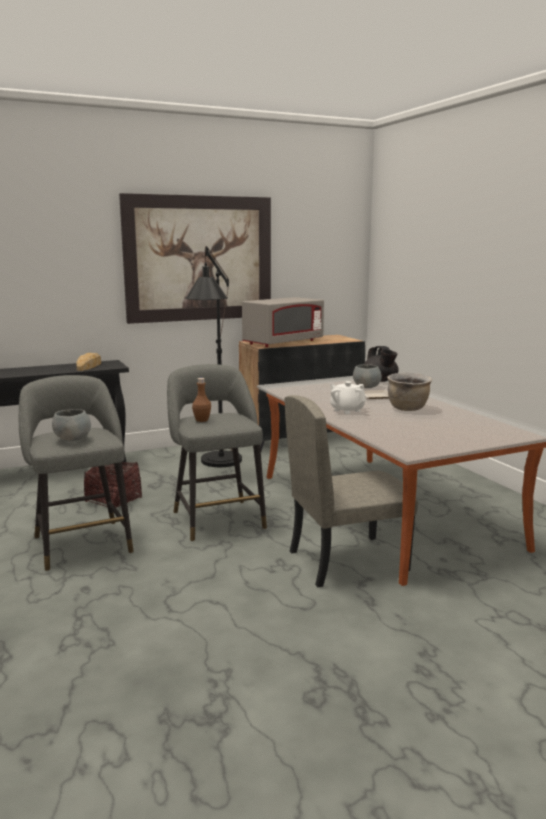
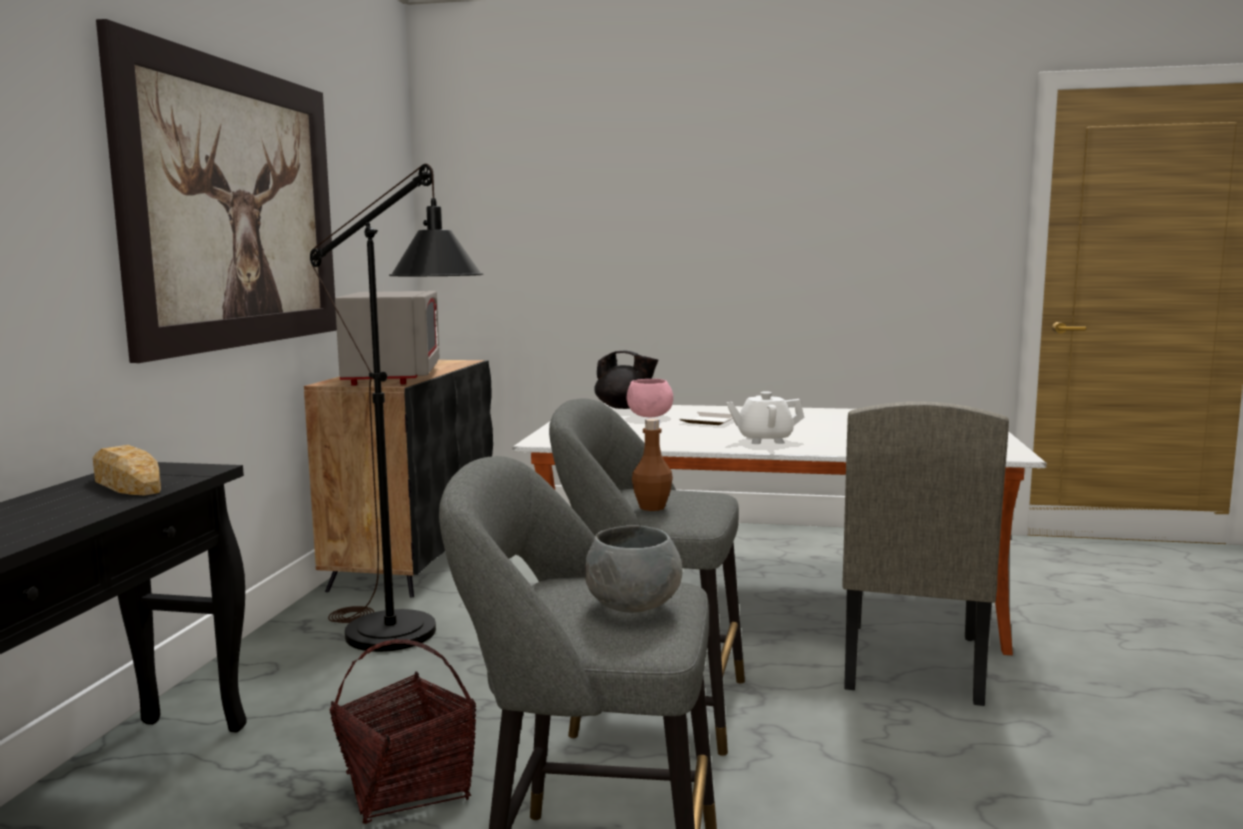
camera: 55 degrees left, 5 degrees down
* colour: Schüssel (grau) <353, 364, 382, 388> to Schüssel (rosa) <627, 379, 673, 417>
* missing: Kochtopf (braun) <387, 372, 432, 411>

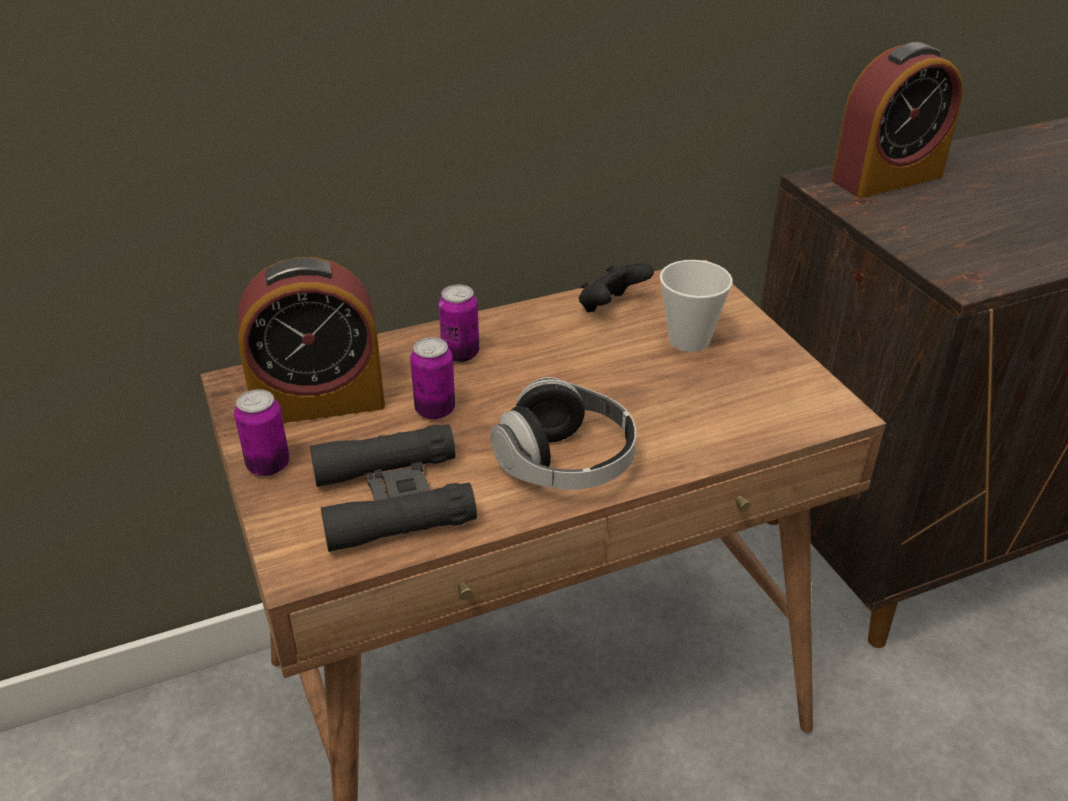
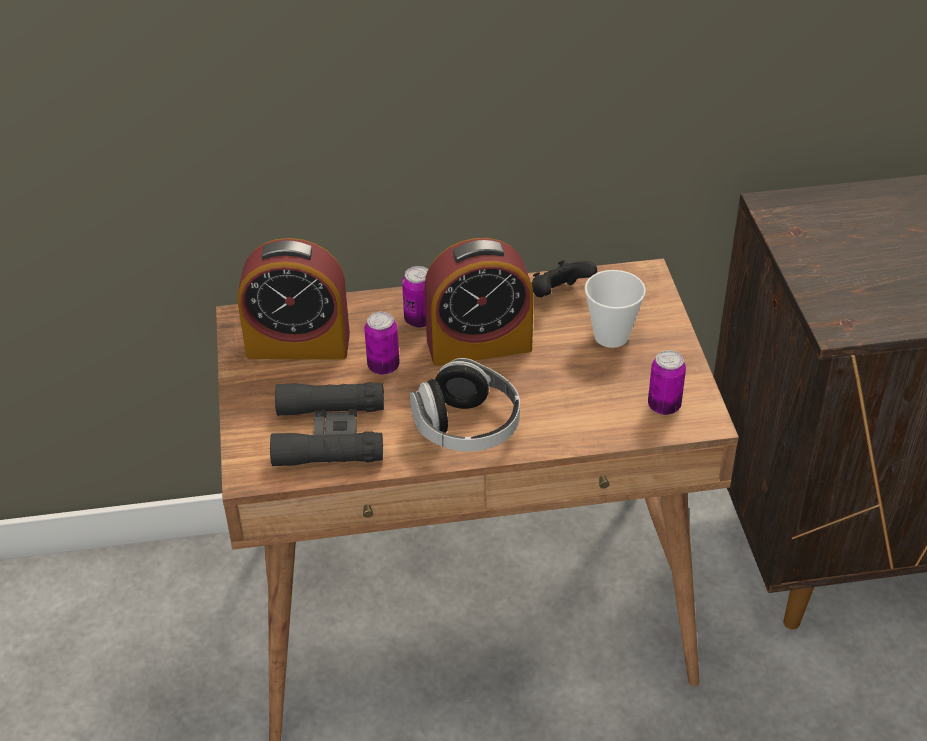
camera: 15 degrees right, 5 degrees up
* relocated: Wecker <831, 42, 963, 198> to <425, 238, 534, 366>
* relocated: Dose <234, 389, 290, 476> to <648, 350, 686, 415>

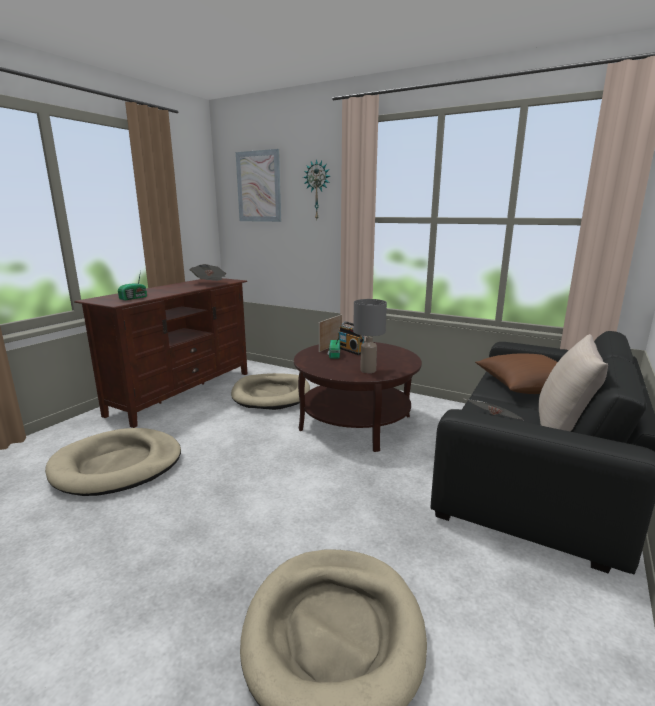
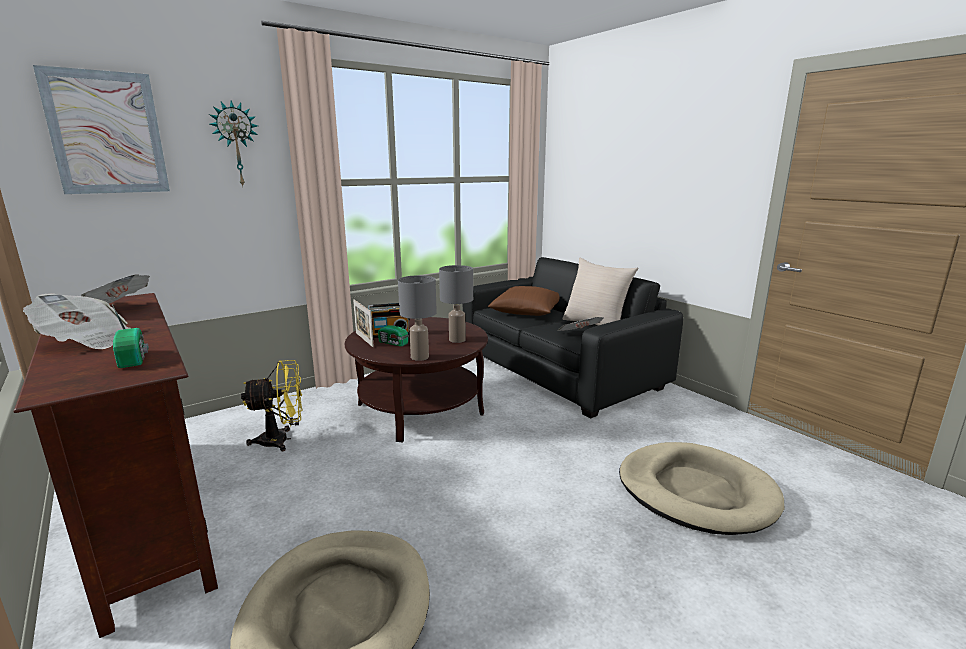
camera: 65 degrees left, 0 degrees up
* appeared: Zeitung <23, 293, 131, 349>
* exchanged: Hundebett (beige) <231, 373, 310, 410> to Ventilator (gelb) <241, 360, 302, 451>
* appeared: Tischlampe (grau) <398, 275, 437, 361>

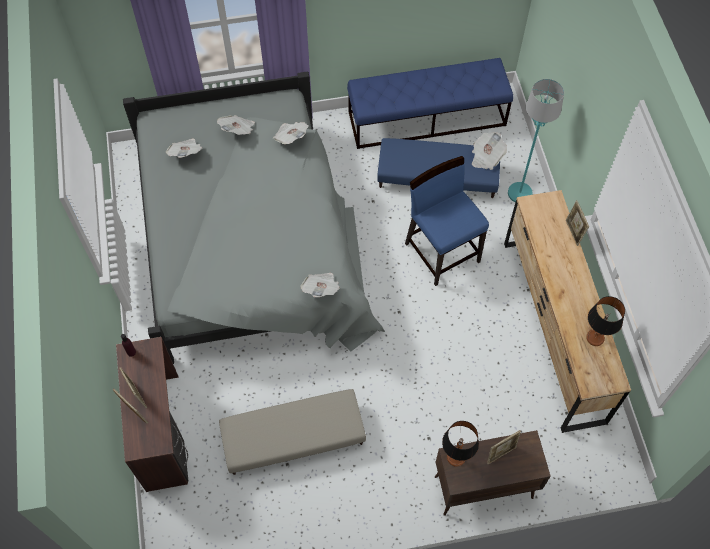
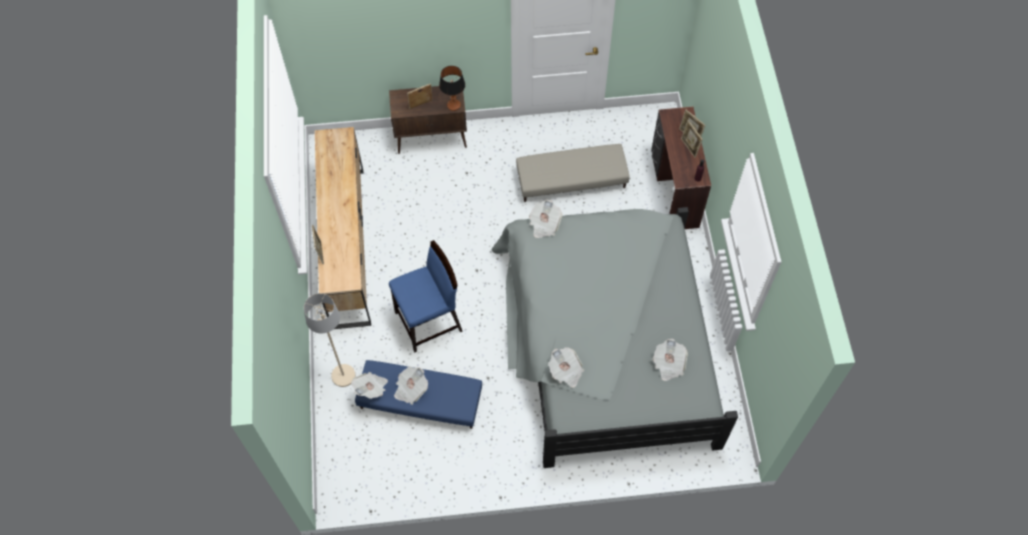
camera: 175 degrees left, 0 degrees up
* colour: Stehlampe (türkis) <508, 79, 564, 202> to Stehlampe (beige) <304, 293, 355, 387>
* spun: Stuhl (blau) <405, 156, 489, 286> = <389, 240, 463, 352> 90 degrees counterclockwise
* relocated: Zeitung <217, 115, 255, 135> to <394, 366, 428, 405>
* missing: Bank (blau) <347, 58, 513, 149>
* missing: Tischlampe <586, 296, 625, 346>

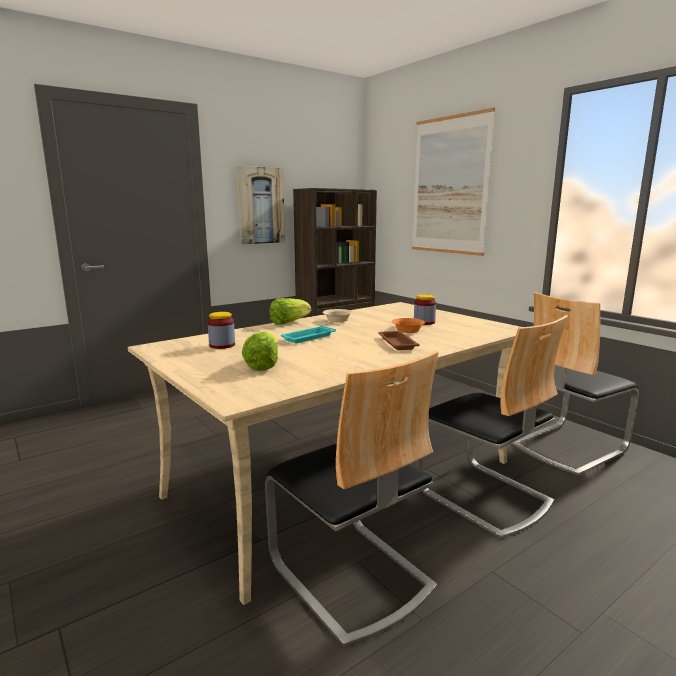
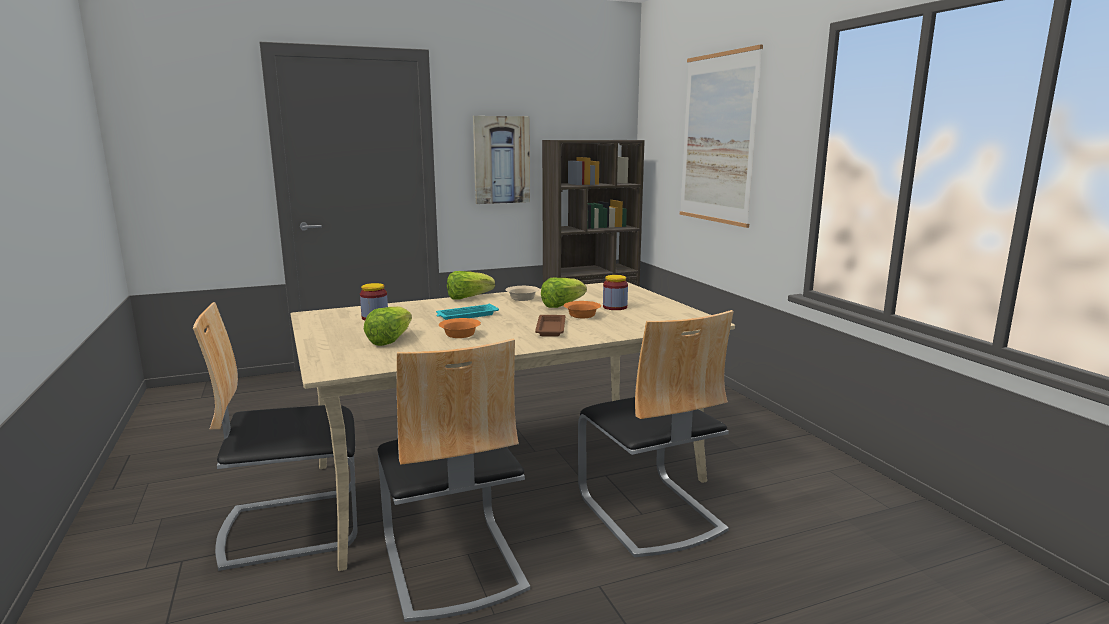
camera: 15 degrees right, 0 degrees up
* relocated: Stuhl <511, 292, 639, 475> to <193, 302, 357, 571>
* appeared: Schüssel (orange) <439, 318, 481, 338>
* appeared: Salatkopf <541, 278, 587, 308>

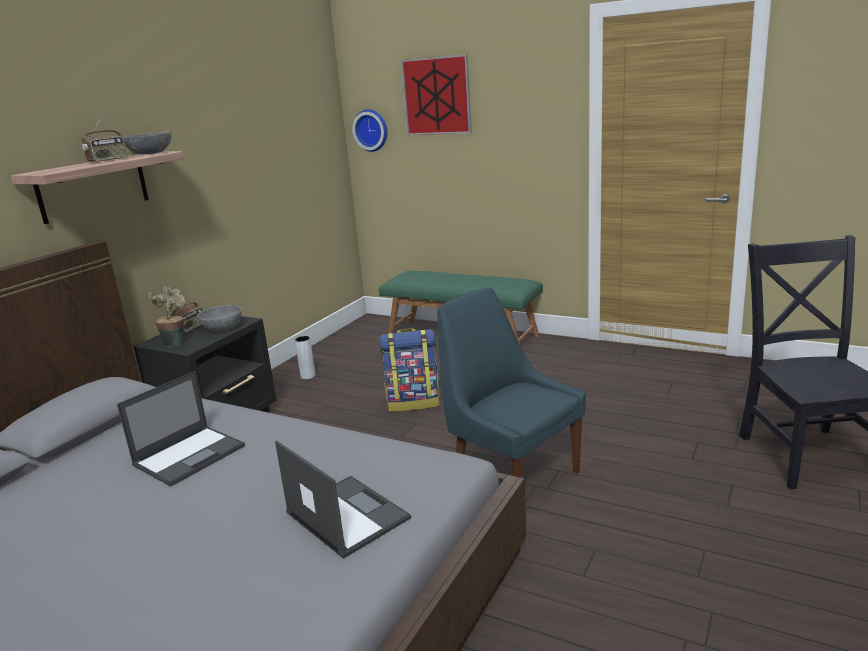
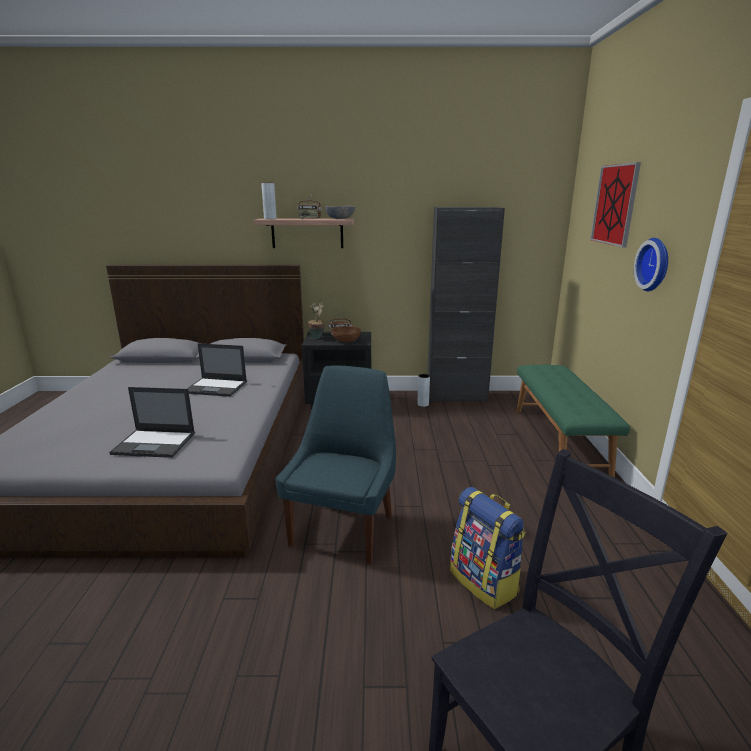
camera: 60 degrees right, 0 degrees up
* spun: Laptop <275, 440, 411, 559> = <109, 387, 195, 458> 75 degrees clockwise
* appeared: Vase (grau) <261, 183, 277, 219>
* colour: Schüssel (grau) <197, 305, 242, 331> to Schüssel (braun) <331, 326, 361, 342>
* appeared: Schrank (schwarz) <428, 207, 505, 402>
* relocated: Rucksack <380, 328, 439, 412> to <450, 487, 525, 609>
* relocated: Wanduhr <352, 109, 387, 152> to <634, 238, 668, 291>

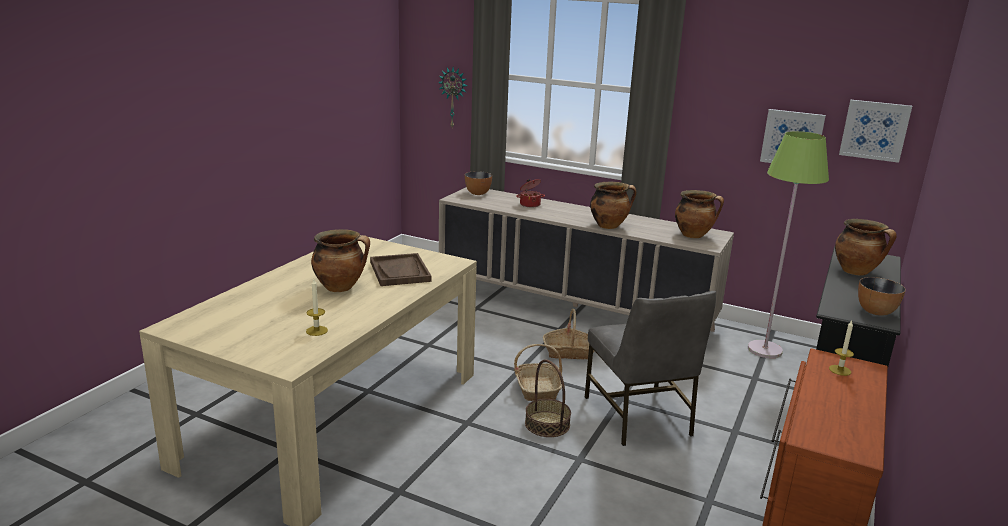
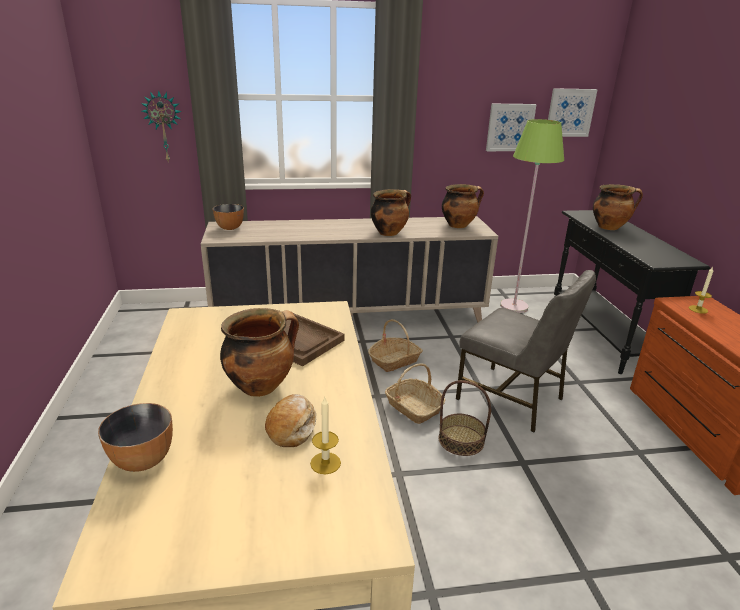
camera: 35 degrees left, 5 degrees up
* relocated: Schüssel <858, 277, 906, 316> to <98, 403, 173, 472>
* appeared: Brot <265, 394, 316, 447>
* missing: Kochtopf <516, 179, 545, 207>

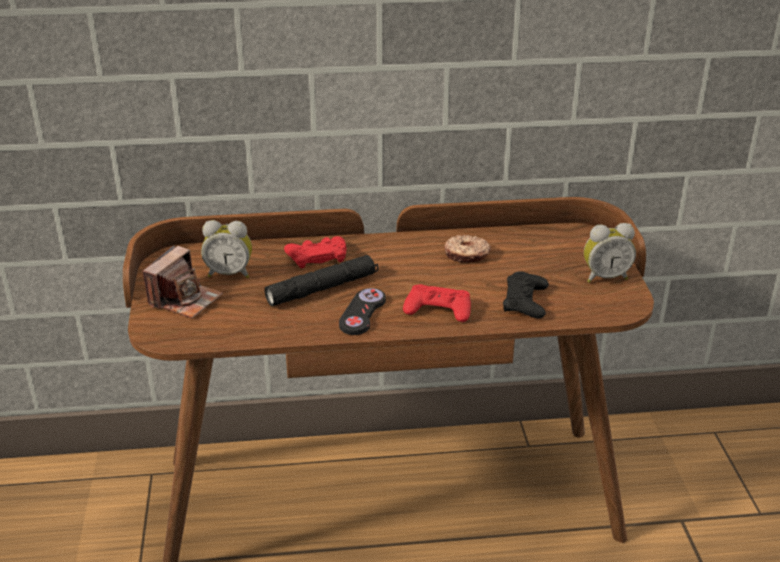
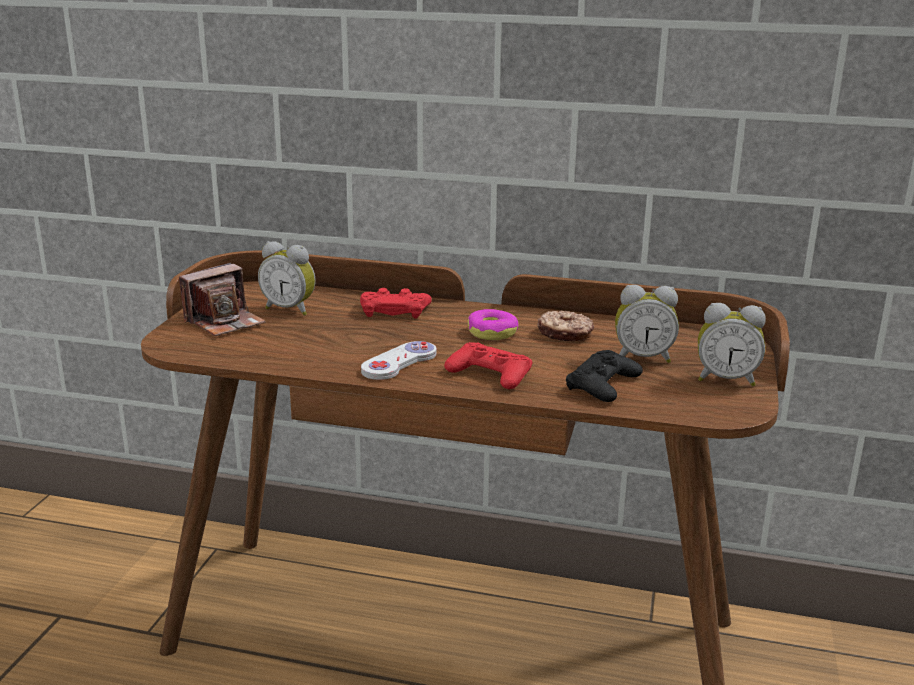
camera: 20 degrees right, 10 degrees down
* colour: Gamepad (schwarz) <339, 288, 386, 335> to Gamepad (weiß) <361, 341, 437, 380>
* appeared: Donut <468, 309, 519, 340>
* appeared: Wecker <615, 285, 679, 363>
* missing: Taschenlampe (schwarz) <265, 255, 379, 306>

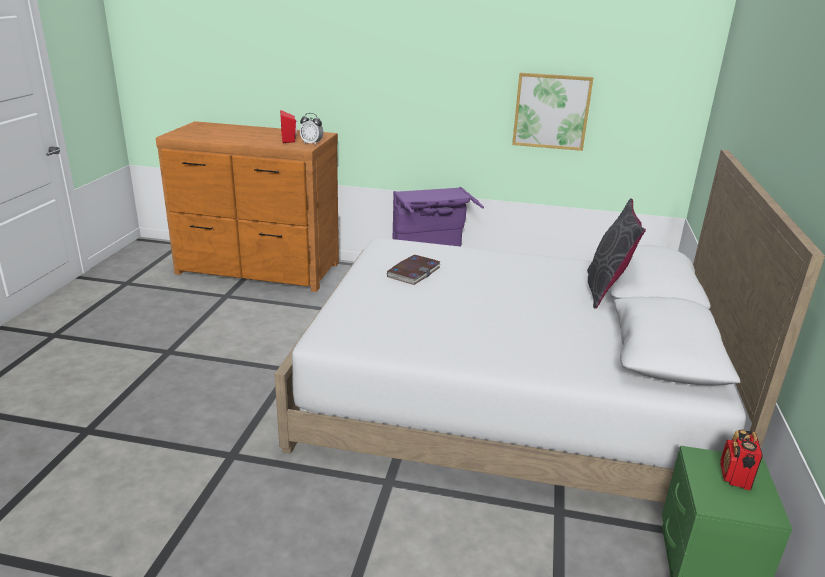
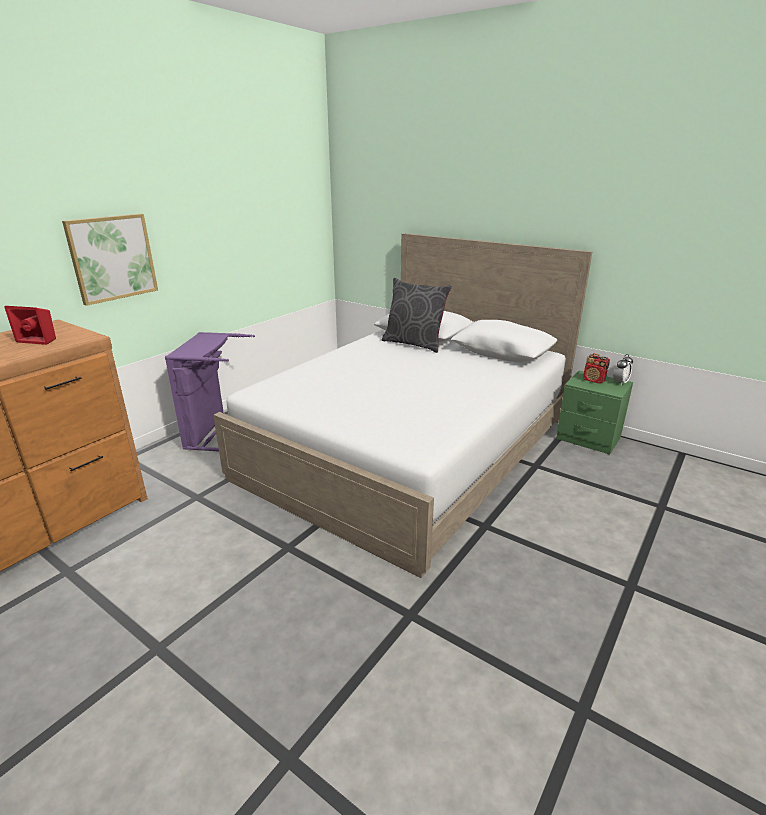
camera: 65 degrees left, 0 degrees up
* relocated: Bild <512, 73, 593, 151> to <62, 214, 158, 306>
* relocated: Wecker <300, 113, 324, 145> to <613, 354, 633, 385>
* missing: Buch <387, 255, 441, 285>

